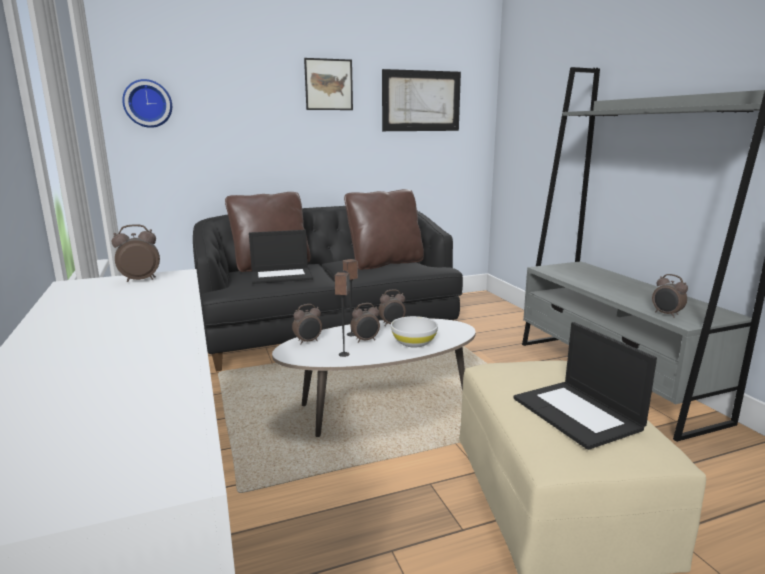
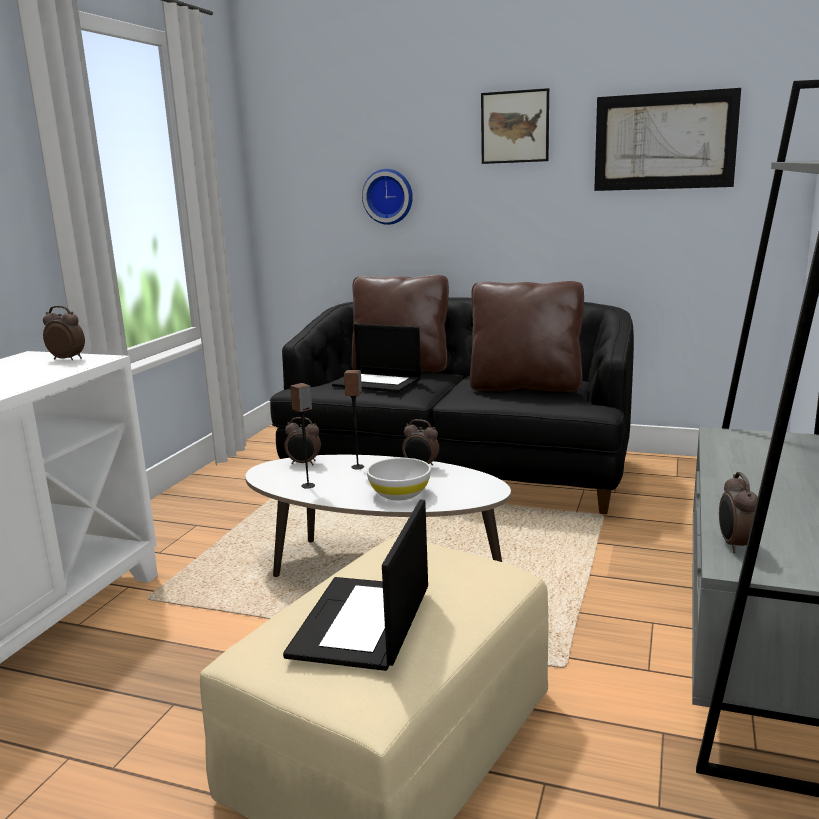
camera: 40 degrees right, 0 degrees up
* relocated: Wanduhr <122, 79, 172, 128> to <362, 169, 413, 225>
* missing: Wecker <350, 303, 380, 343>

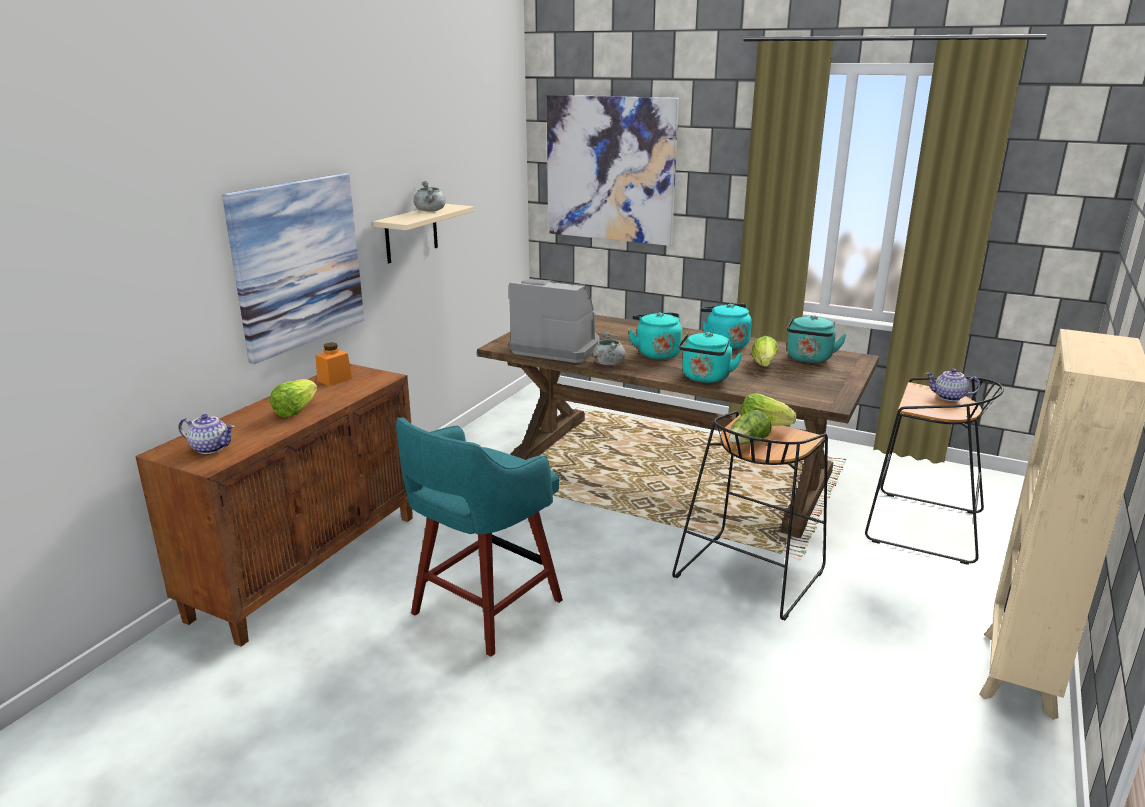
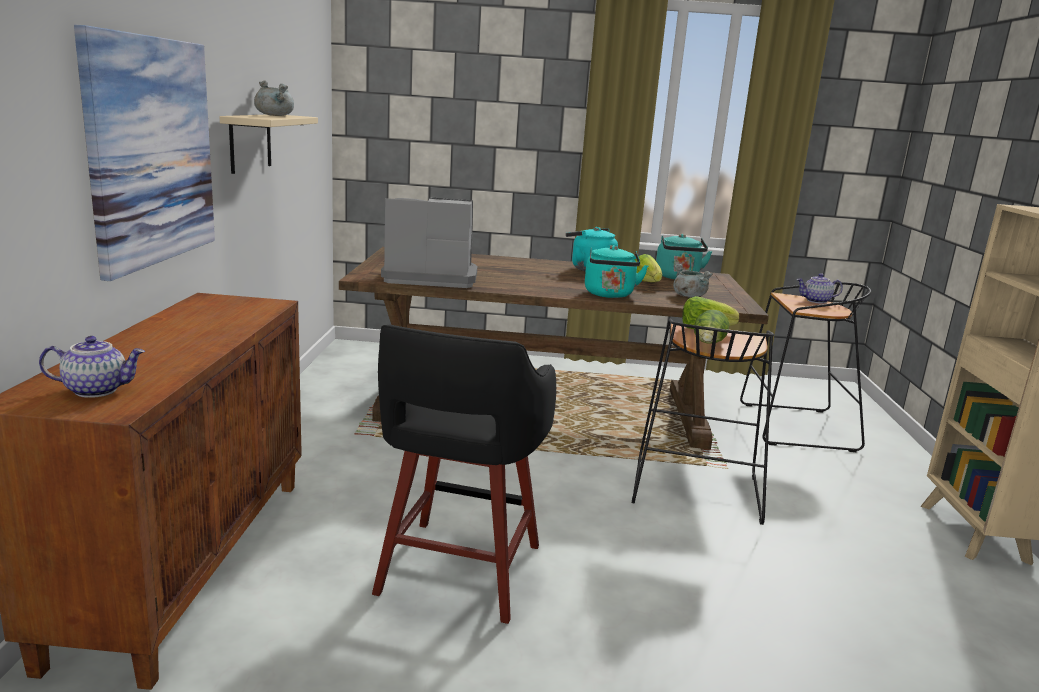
camera: 25 degrees left, 5 degrees down
* colour: Hocker (türkis) <396, 417, 563, 657> to Hocker (schwarz) <372, 325, 556, 624>
* relocated: Kochtopf (grau) <593, 332, 625, 365> to <673, 264, 713, 298>
* missing: Salatkopf <270, 379, 317, 417>
* missing: Vorratsglas (orange) <315, 343, 352, 386>
* missing: Bild <547, 95, 679, 246>
* missing: Wasserkessel (türkis) <629, 312, 682, 359>

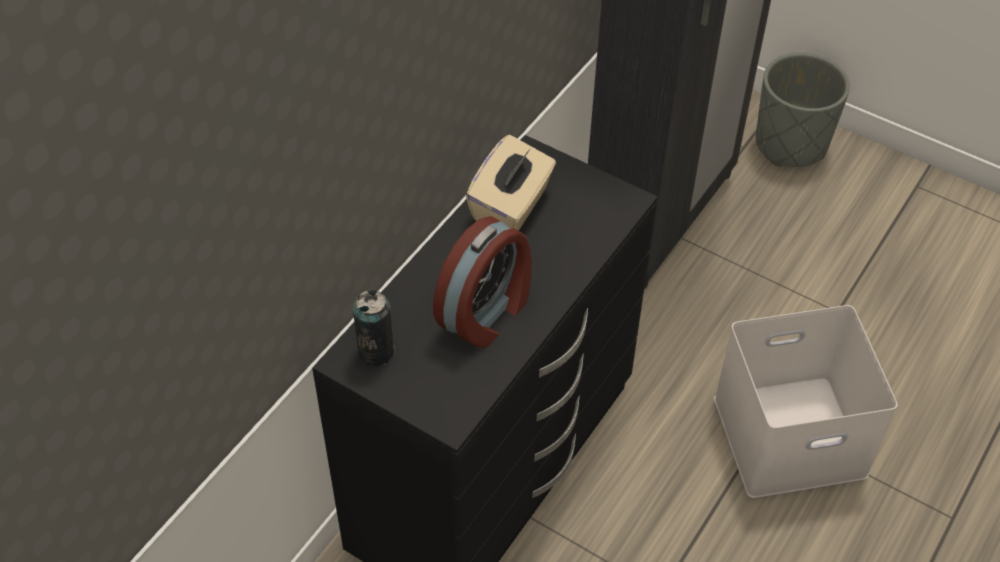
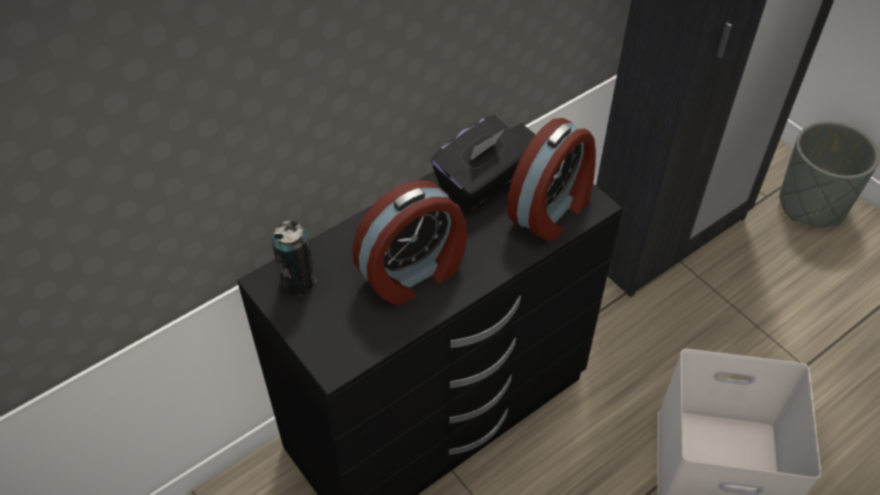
camera: 20 degrees right, 0 degrees up
* colour: Taschentuchbox (beige) <466, 135, 556, 231> to Taschentuchbox (schwarz) <431, 115, 527, 209>
* appeared: Wecker <507, 118, 596, 241>

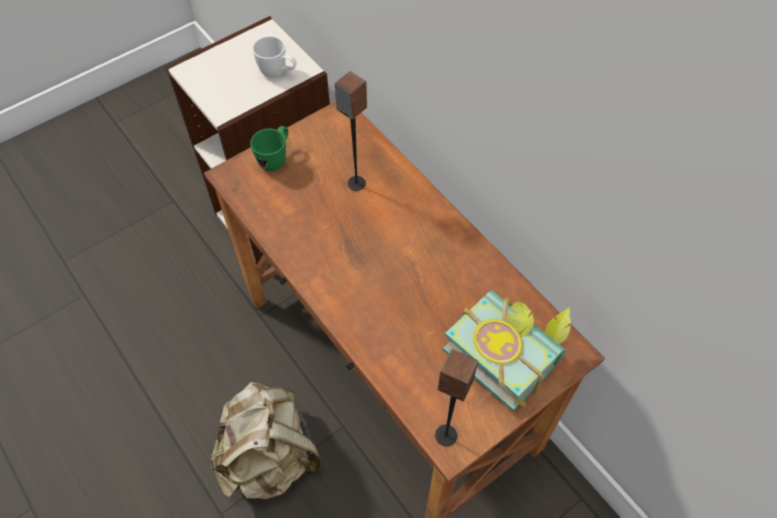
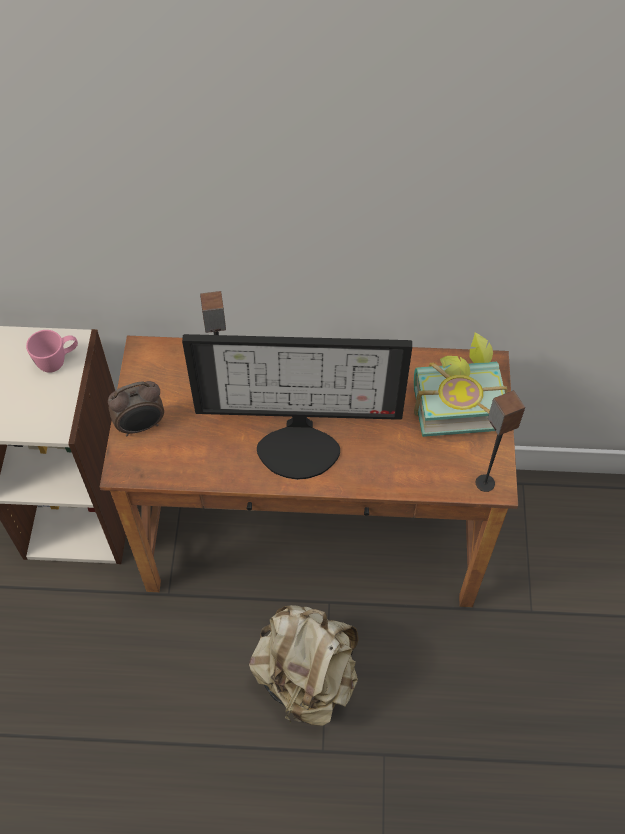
camera: 50 degrees left, 0 degrees up
* colour: Henkelbecher (weiß) <252, 36, 297, 78> to Henkelbecher (rosa) <26, 330, 78, 373>
* exchanged: Henkelbecher (grün) <250, 126, 288, 171> to Wecker <108, 381, 164, 436>
* appeared: Monitor <182, 334, 412, 480>

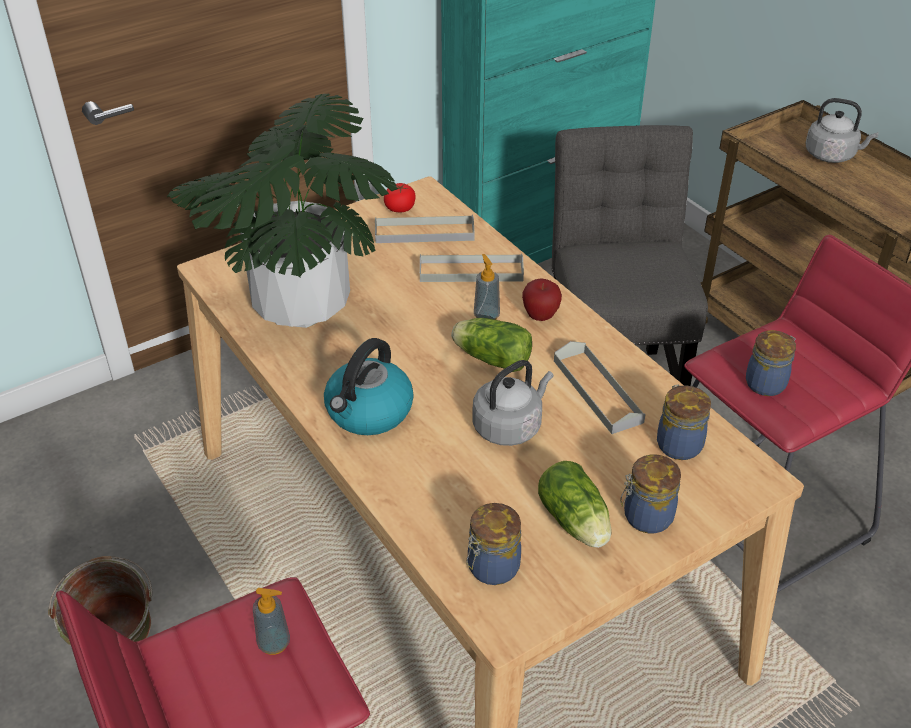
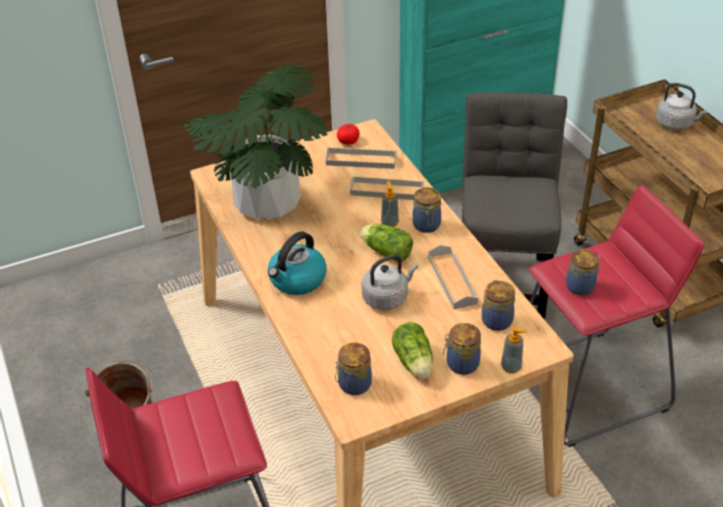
camera: 10 degrees right, 0 degrees up
* exchanged: Apfel <522, 278, 562, 321> to Vorratsglas <413, 187, 441, 233>
* relocated: Seifenspender <253, 588, 290, 655> to <501, 327, 527, 374>

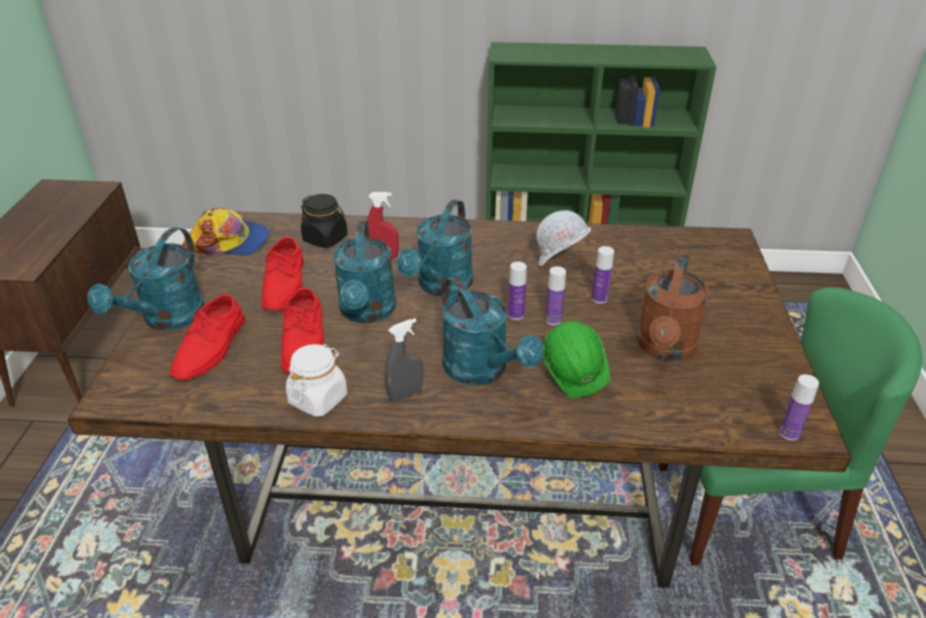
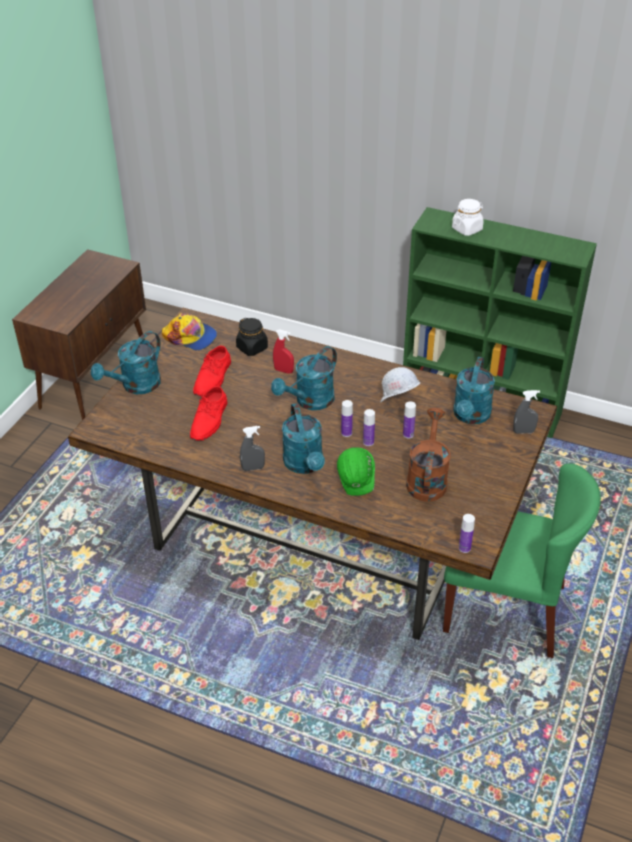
camera: 20 degrees right, 5 degrees up
* spun: Gießkanne (braun) <637, 253, 709, 361> = <406, 408, 451, 502> 150 degrees clockwise
* relocated: Vorratsglas (weiß) <286, 344, 347, 417> to <452, 199, 484, 236>
* relocated: Gießkanne (türkis) <333, 221, 396, 323> to <453, 357, 495, 424>
* appeared: Sprühflasche (grau) <513, 390, 540, 434>
* missing: Schuh (rot) <170, 294, 245, 381>

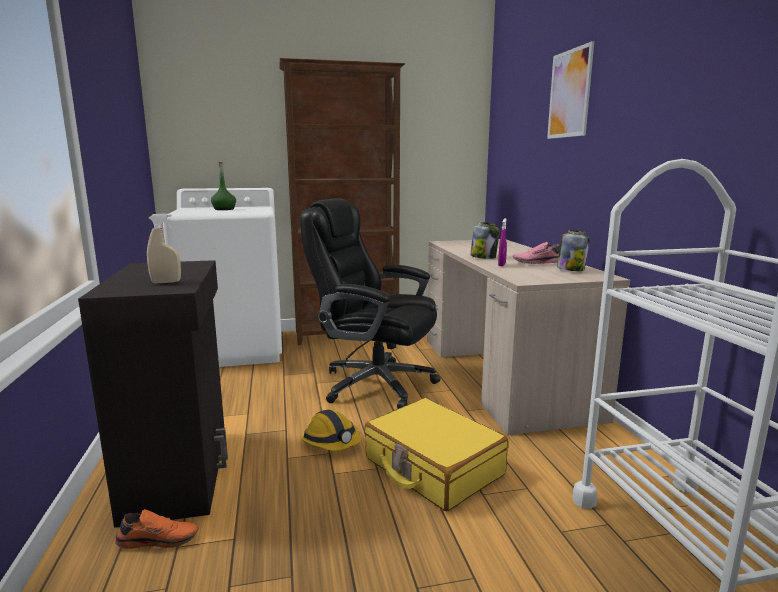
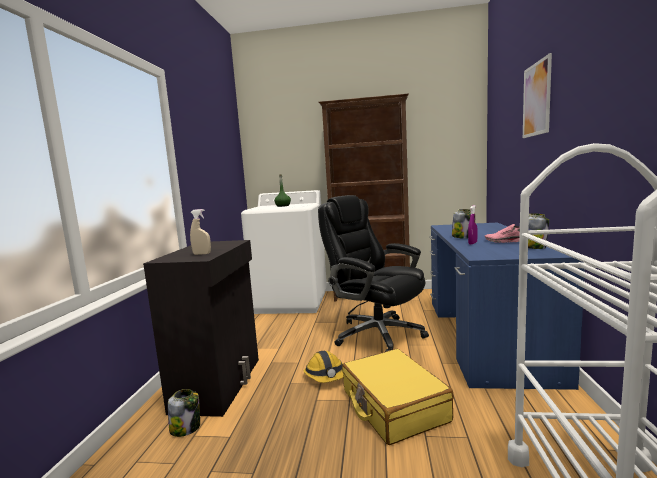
camera: 20 degrees right, 5 degrees down
* exchanged: Schuh (orange) <115, 509, 199, 549> to Vorratsglas <168, 389, 200, 437>
* colour: Schreibtisch (beige) <427, 239, 630, 435> to Schreibtisch (blau) <429, 223, 585, 390>

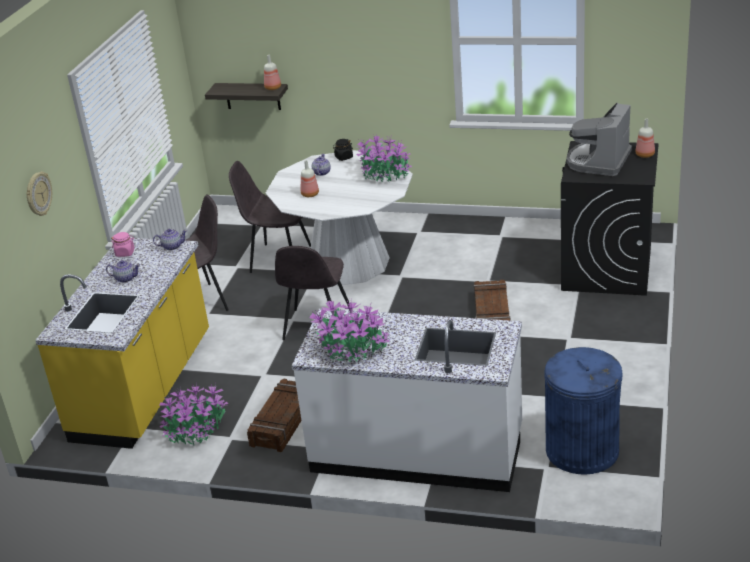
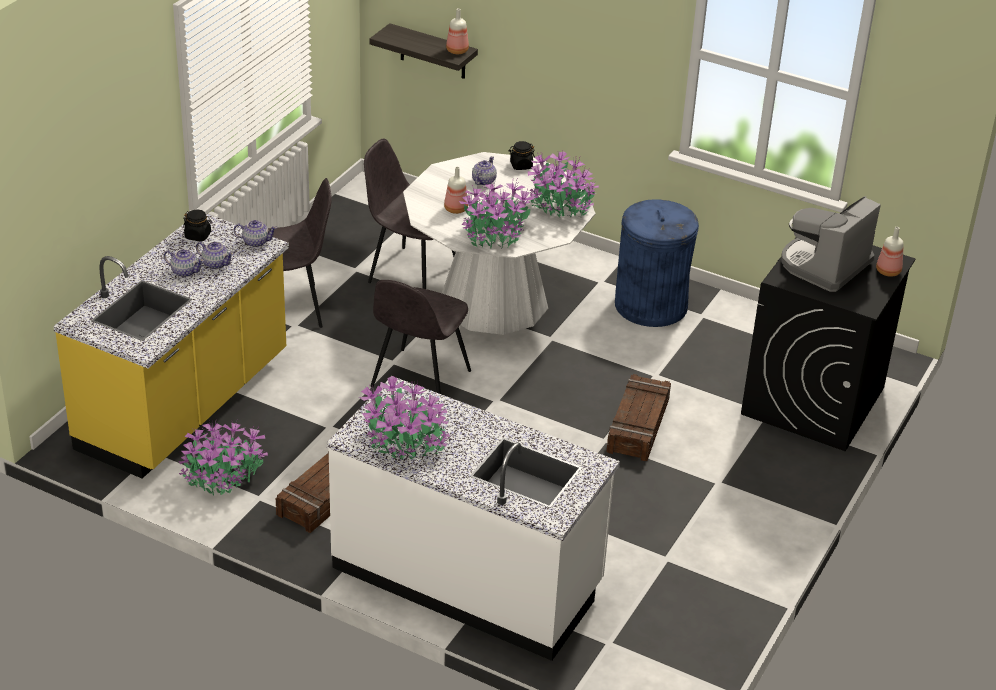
camera: 10 degrees right, 5 degrees up
* colour: Vorratsglas (rosa) <111, 232, 135, 257> to Vorratsglas (schwarz) <183, 210, 212, 242>
* appeared: Teekanne <196, 242, 234, 269>
* appeared: Topfpflanze <459, 180, 535, 250>
* relocated: Mülleimer (blau) <544, 347, 623, 475> to <615, 199, 699, 327>
* missing: Wanduhr <26, 171, 52, 216>

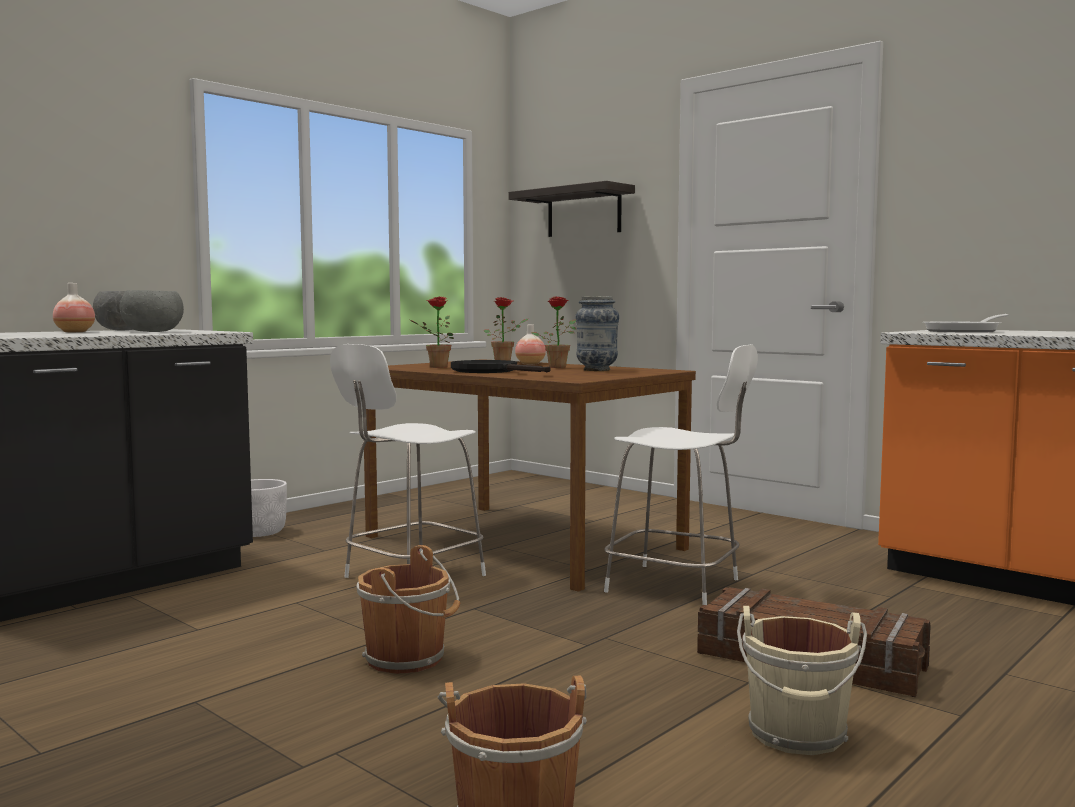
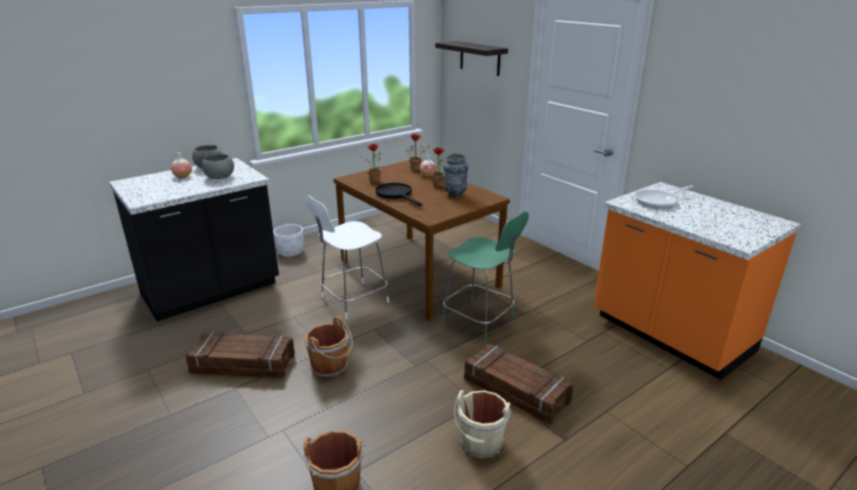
camera: 10 degrees right, 20 degrees up
* appeared: Kiste <186, 332, 295, 378>
* colour: Stuhl (weiß) <604, 344, 758, 605> to Stuhl (grün) <442, 211, 529, 342>

